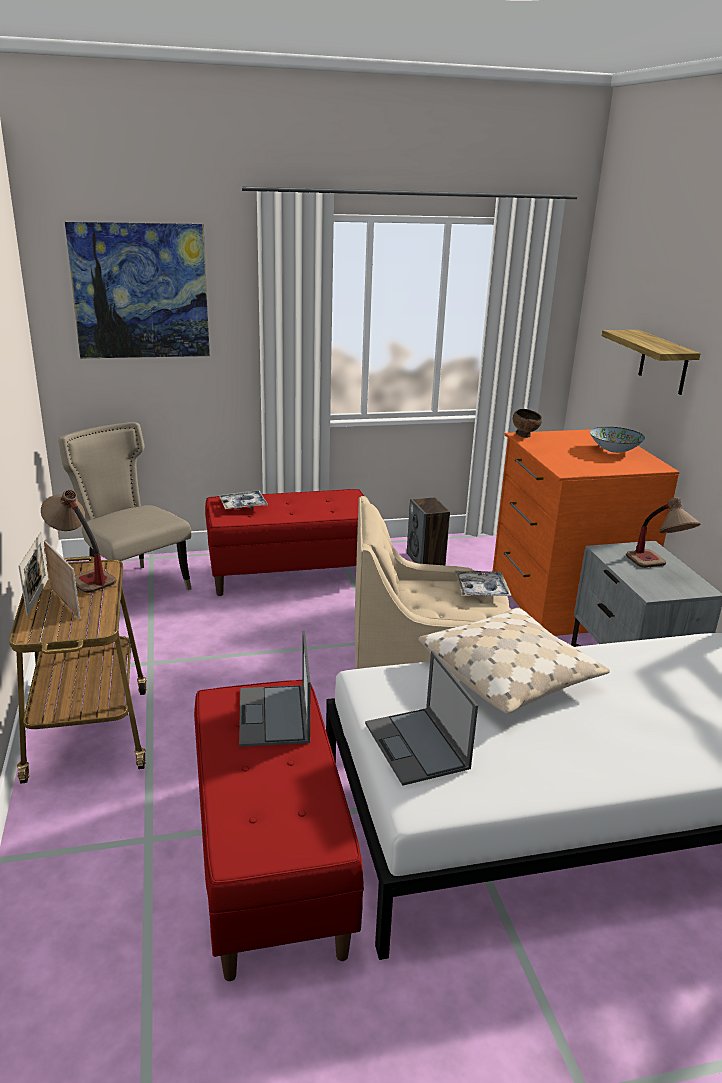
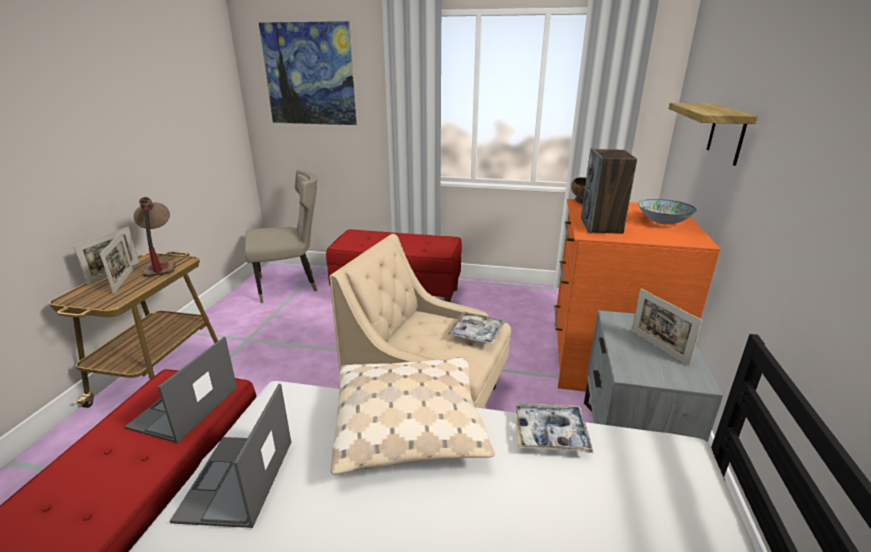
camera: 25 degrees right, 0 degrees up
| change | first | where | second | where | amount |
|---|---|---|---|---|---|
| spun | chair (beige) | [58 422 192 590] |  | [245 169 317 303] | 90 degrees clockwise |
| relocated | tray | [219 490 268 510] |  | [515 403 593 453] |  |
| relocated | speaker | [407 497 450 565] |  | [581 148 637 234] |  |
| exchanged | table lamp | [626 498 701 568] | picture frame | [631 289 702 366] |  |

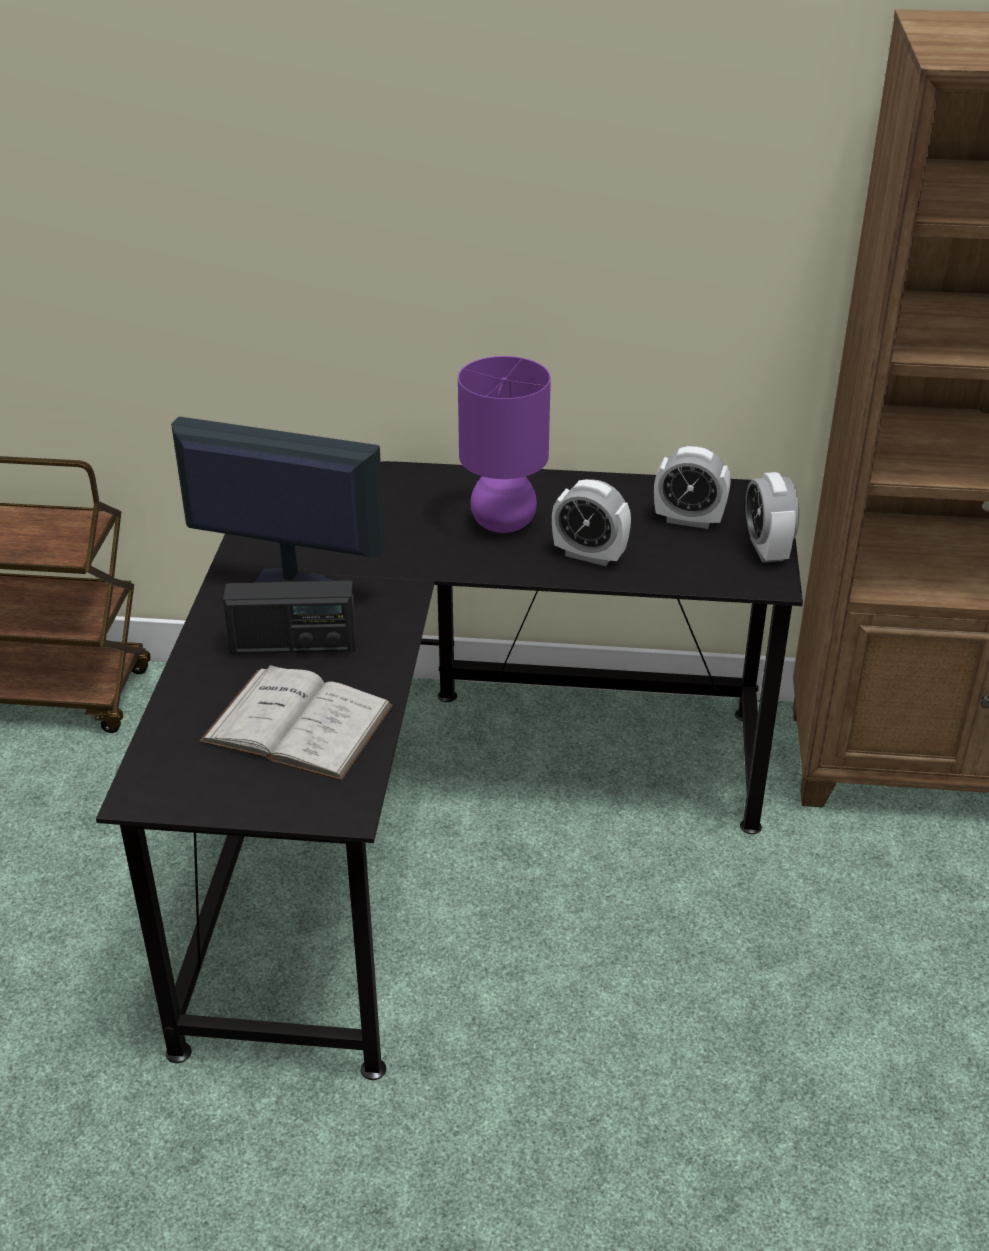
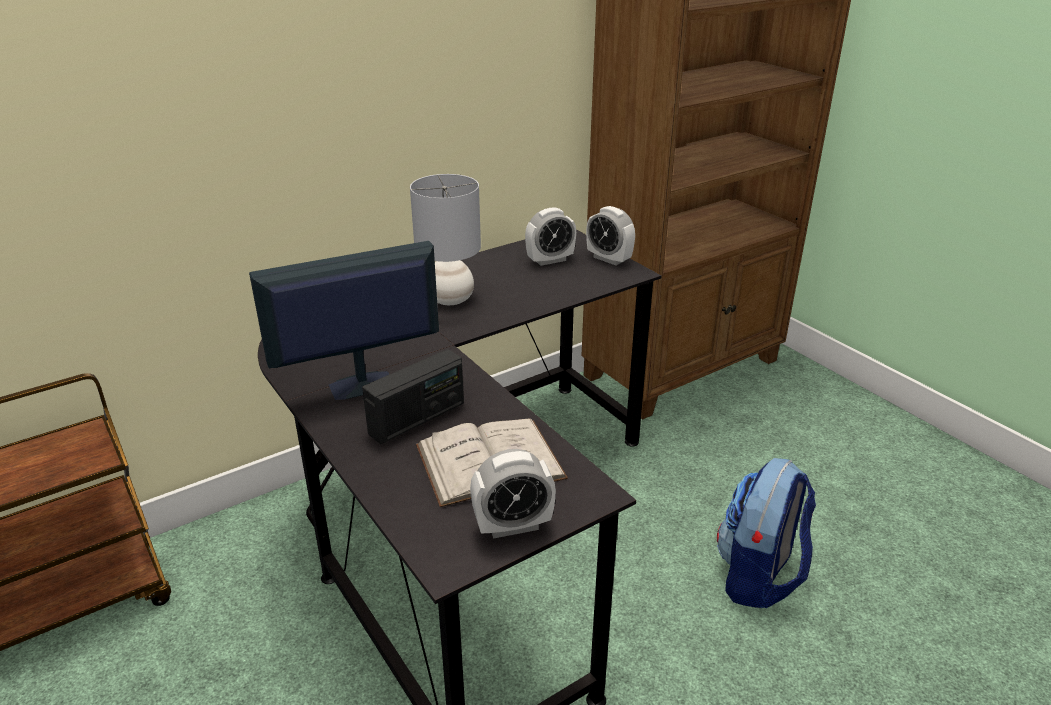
camera: 40 degrees left, 5 degrees down
| change | first | where | second | where | amount |
|---|---|---|---|---|---|
| colour | table lamp (purple) | [458 356 551 533] | table lamp (grey) | [410 174 481 305] |  |
| relocated | alarm clock | [552 479 631 566] |  | [470 449 556 539] |  |
| appeared |  |  | backpack | [717 458 816 608] |  |

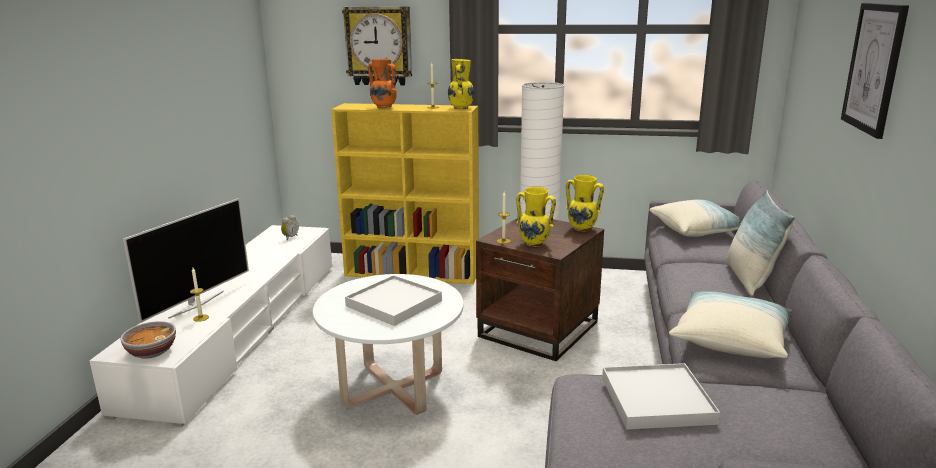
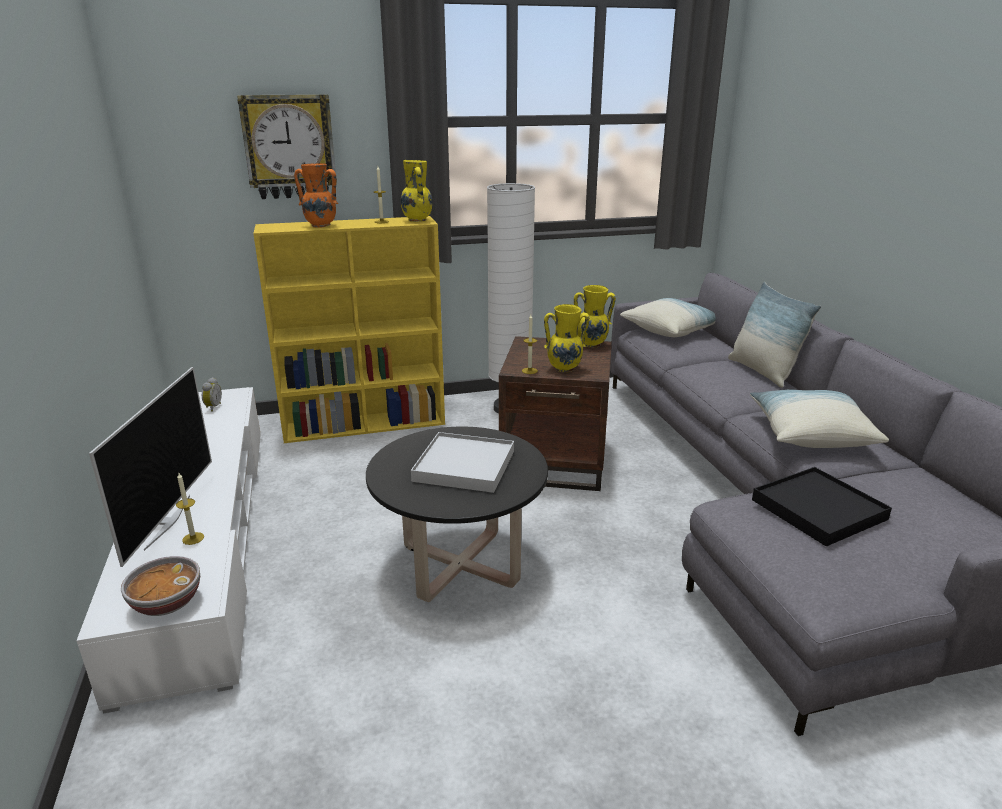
camera: 25 degrees left, 5 degrees up
| change | first | where | second | where | amount |
|---|---|---|---|---|---|
| colour | coffee table (white) | [313 274 463 415] | coffee table (black) | [366 427 548 602] |  |
| colour | tray (white) | [602 363 720 430] | tray (black) | [752 467 892 546] |  |
| missing | picture | [841 3 909 139] |  |  |  |

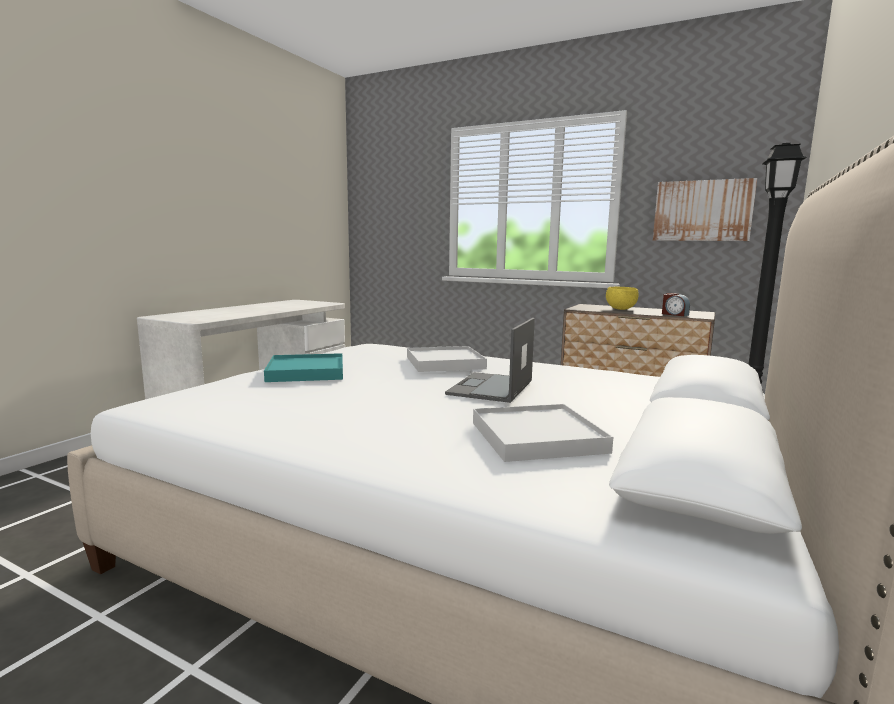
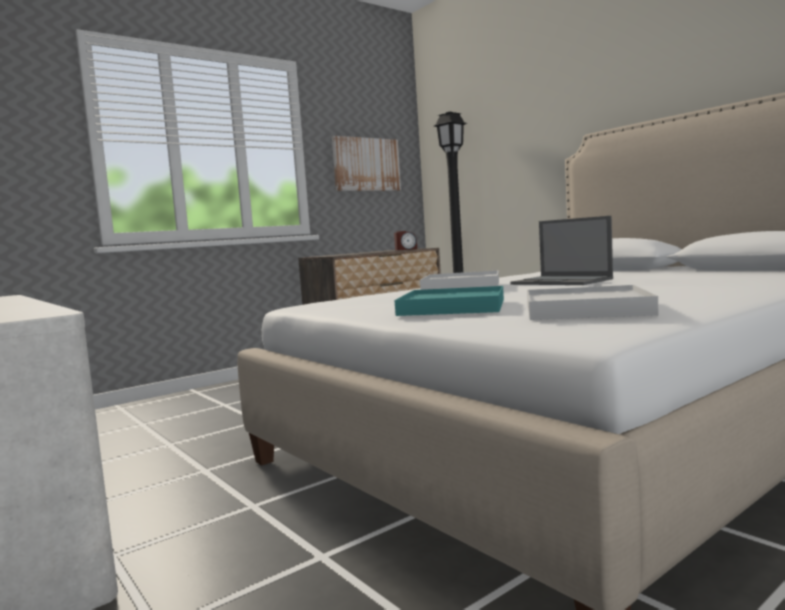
camera: 65 degrees left, 5 degrees down
| change | first | where | second | where | amount |
|---|---|---|---|---|---|
| relocated | tray (white) | [473 404 613 462] |  | [527 285 658 320] |  |
| missing | bowl (yellow) | [606 287 639 310] |  |  |  |

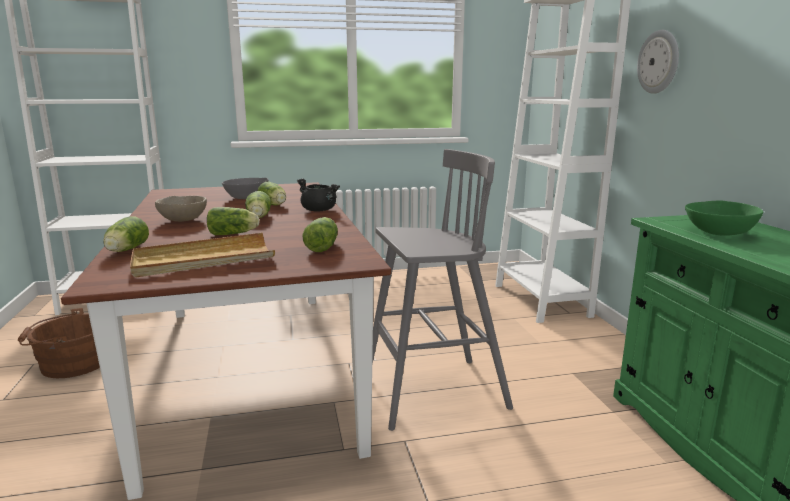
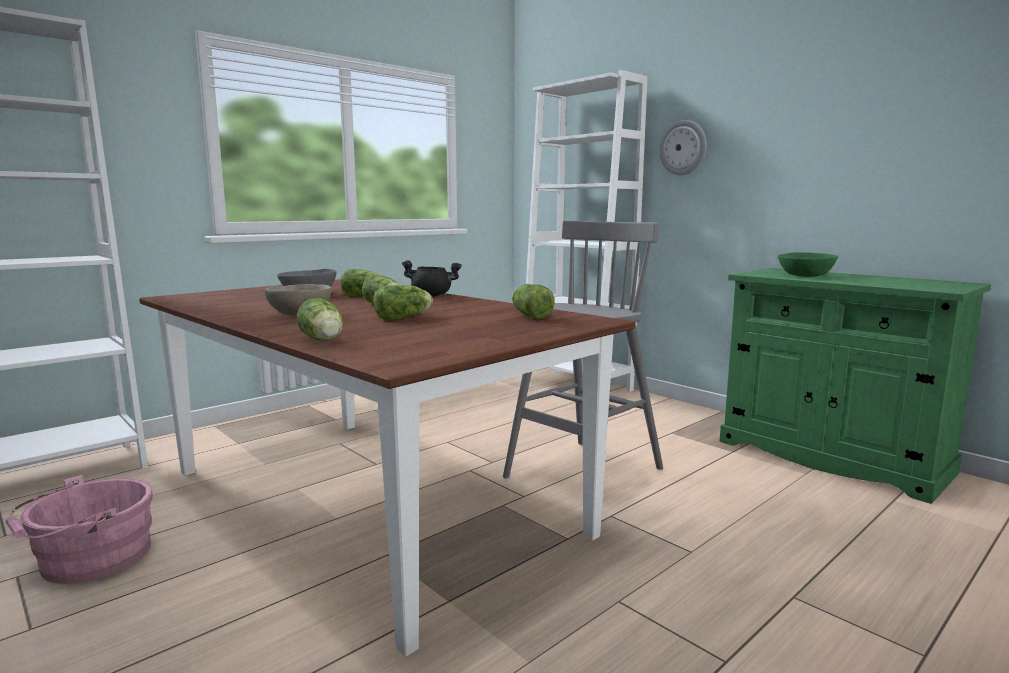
camera: 30 degrees left, 5 degrees down
| change | first | where | second | where | amount |
|---|---|---|---|---|---|
| colour | bucket (brown) | [18 308 100 378] | bucket (pink) | [5 475 153 584] |  |
| missing | tray (beige) | [130 233 275 277] |  |  |  |

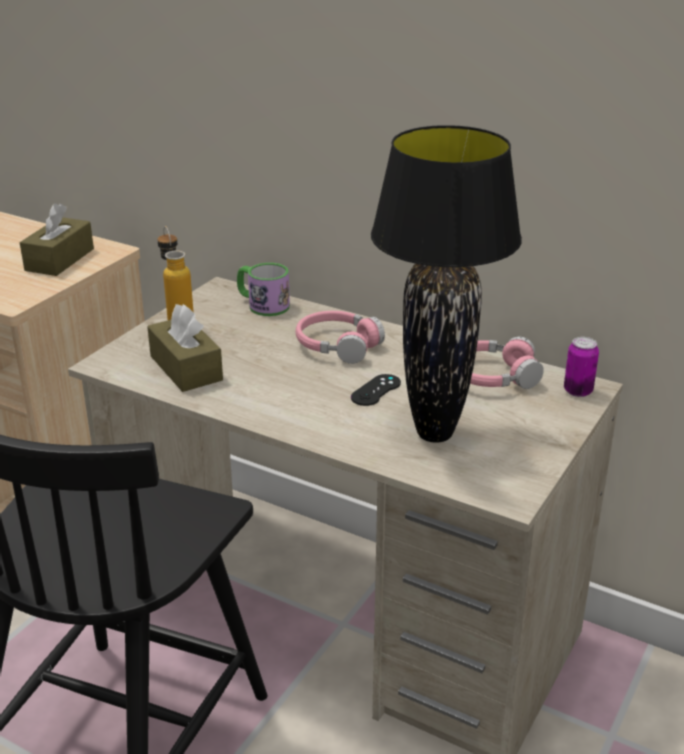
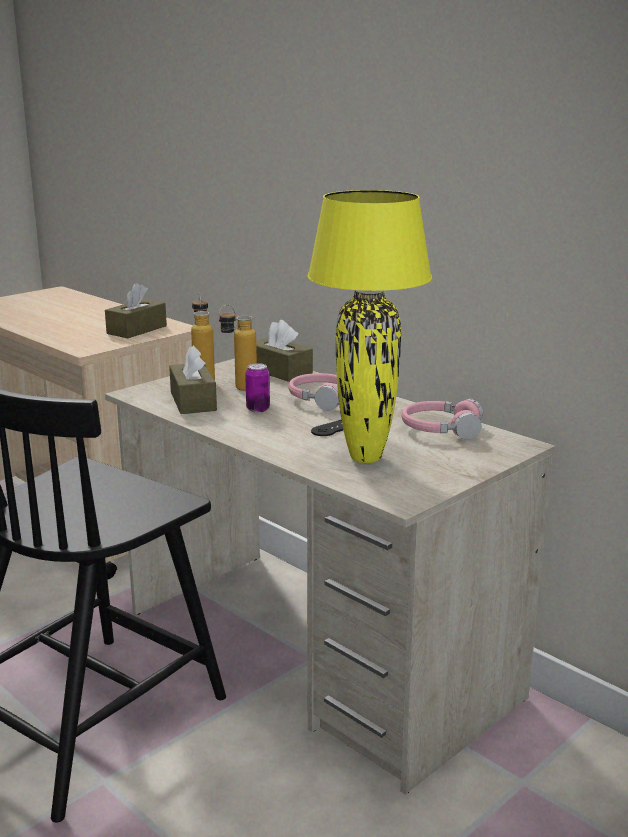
camera: 15 degrees right, 10 degrees down
| change | first | where | second | where | amount |
|---|---|---|---|---|---|
| appeared |  |  | bottle | [219 304 257 391] |  |
| relocated | can | [564 337 599 397] |  | [245 363 270 412] |  |
| exchanged | mug | [237 263 290 316] | tissue box (brown) | [256 320 313 382] |  |
| colour | table lamp (black) | [371 125 522 443] | table lamp (yellow) | [307 190 432 463] |  |

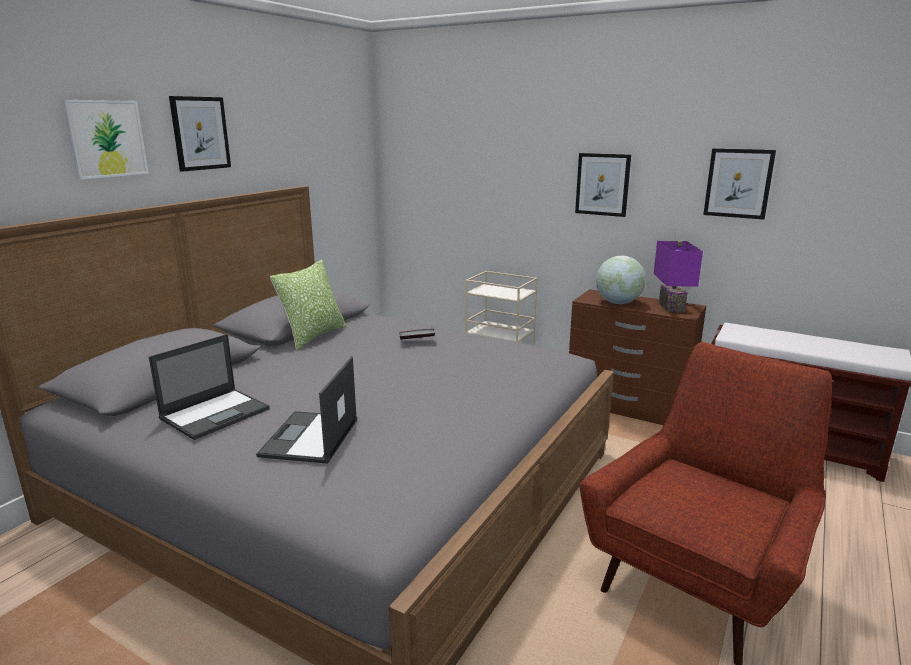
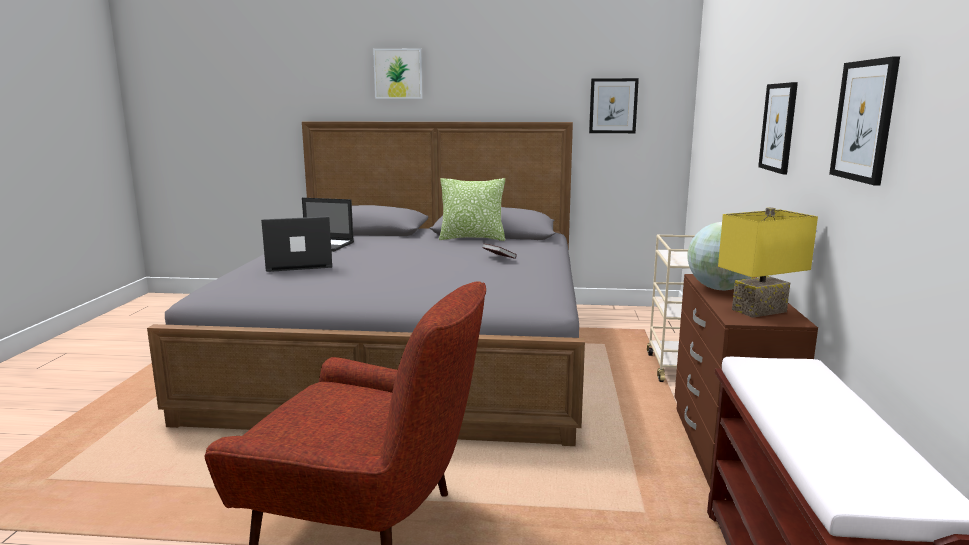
camera: 65 degrees right, 5 degrees down
| change | first | where | second | where | amount |
|---|---|---|---|---|---|
| relocated | picture | [169 96 231 172] |  | [589 78 639 133] |  |
| colour | table lamp (purple) | [654 241 703 312] | table lamp (yellow) | [718 207 818 318] |  |

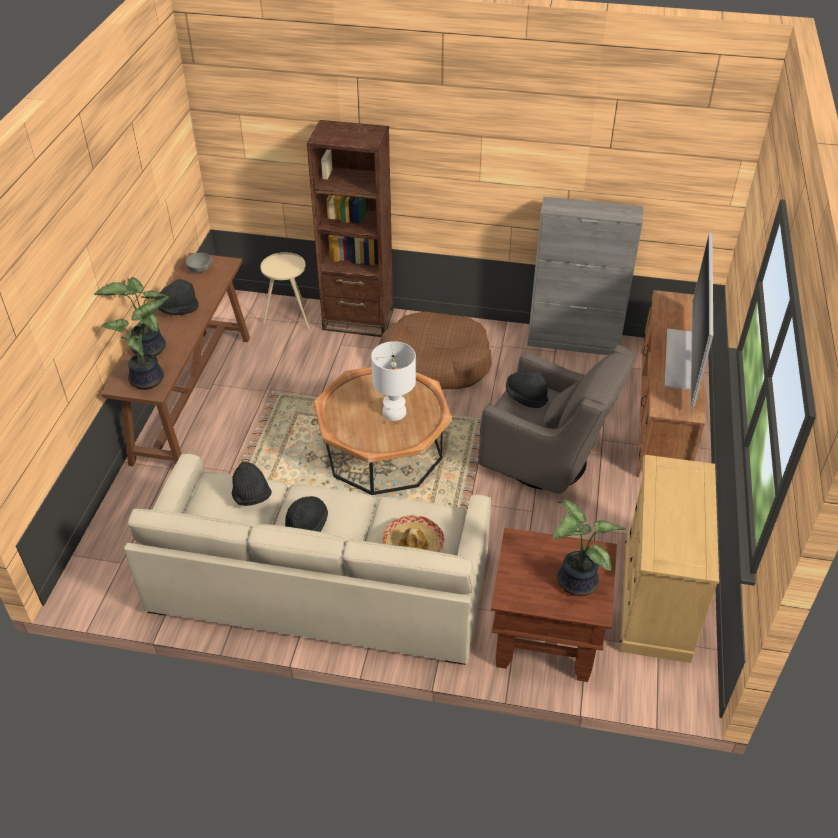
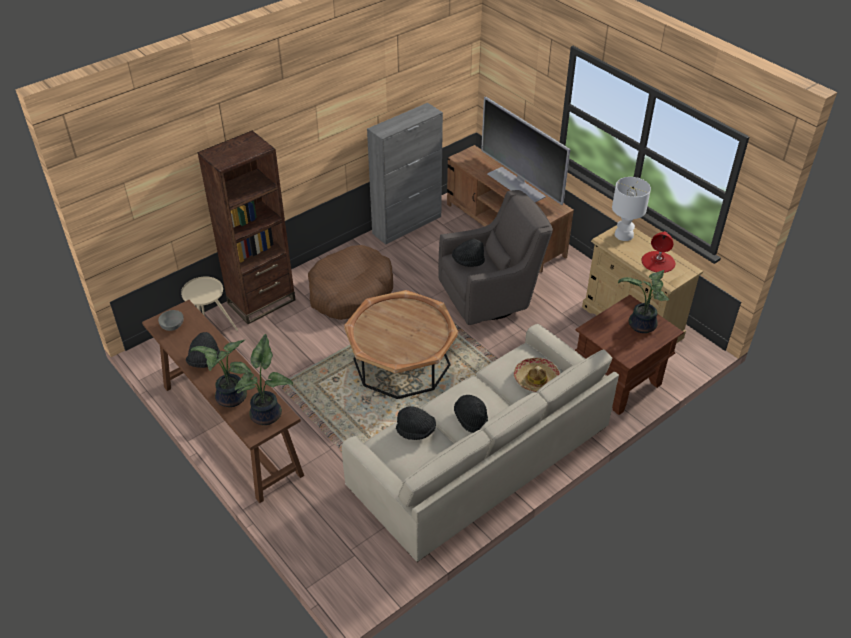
camera: 50 degrees left, 0 degrees up
| change | first | where | second | where | amount |
|---|---|---|---|---|---|
| relocated | table lamp (white) | [371 341 416 421] |  | [612 177 651 241] |  |
| appeared |  |  | table lamp (red) | [641 231 675 273] |  |

